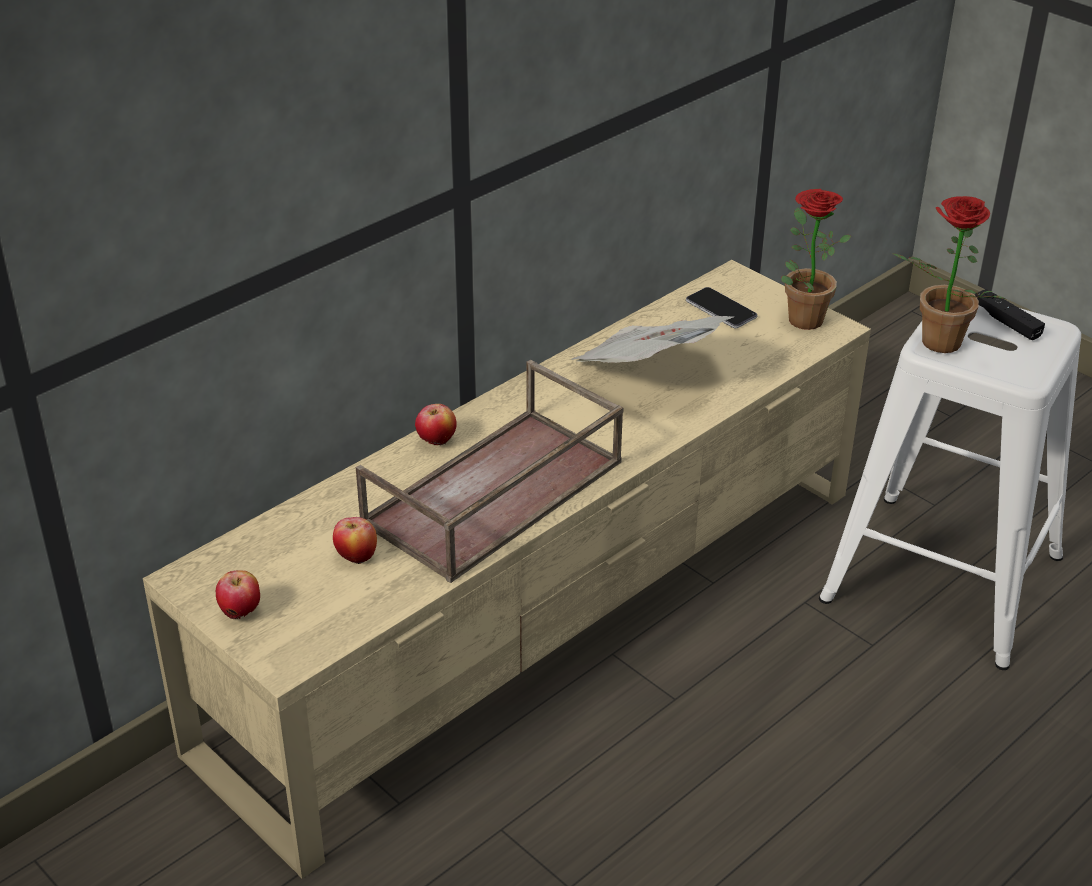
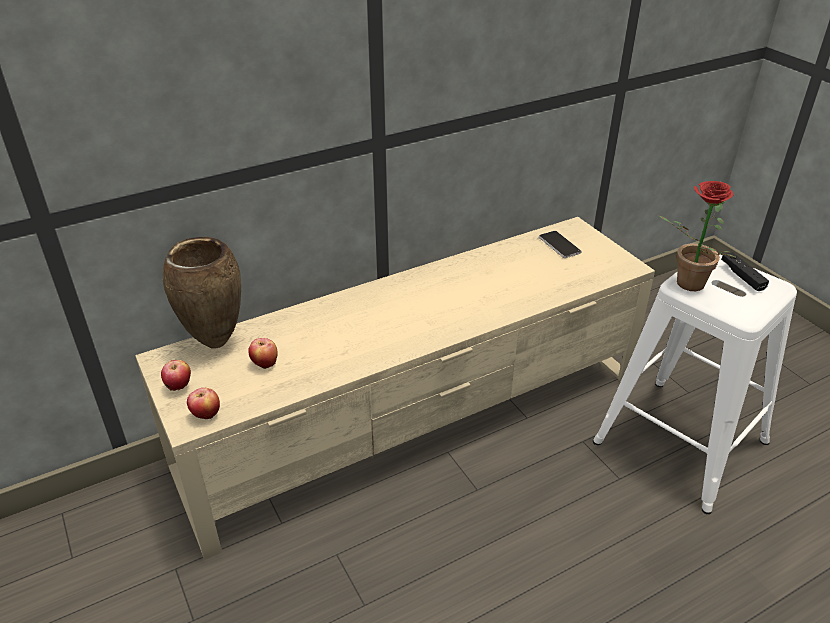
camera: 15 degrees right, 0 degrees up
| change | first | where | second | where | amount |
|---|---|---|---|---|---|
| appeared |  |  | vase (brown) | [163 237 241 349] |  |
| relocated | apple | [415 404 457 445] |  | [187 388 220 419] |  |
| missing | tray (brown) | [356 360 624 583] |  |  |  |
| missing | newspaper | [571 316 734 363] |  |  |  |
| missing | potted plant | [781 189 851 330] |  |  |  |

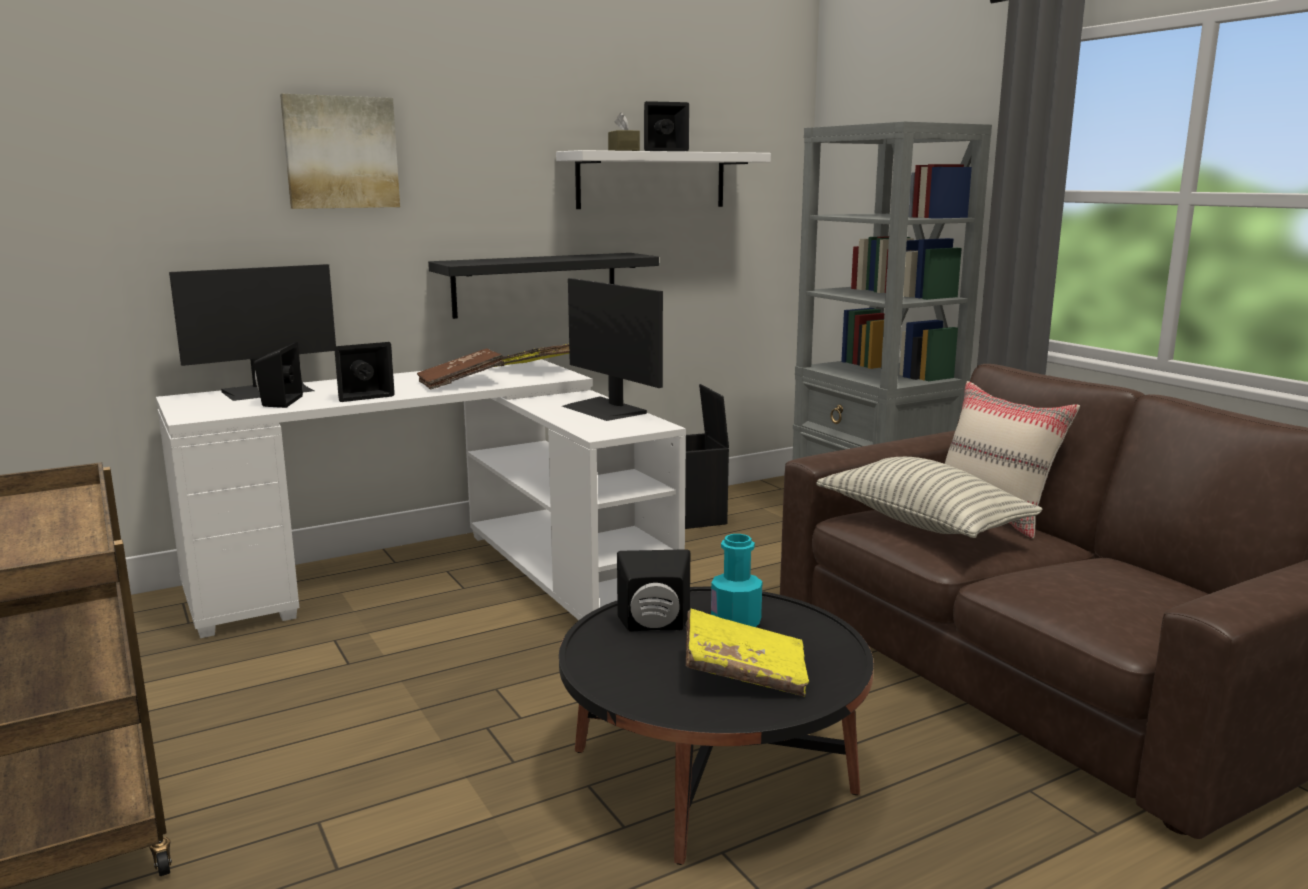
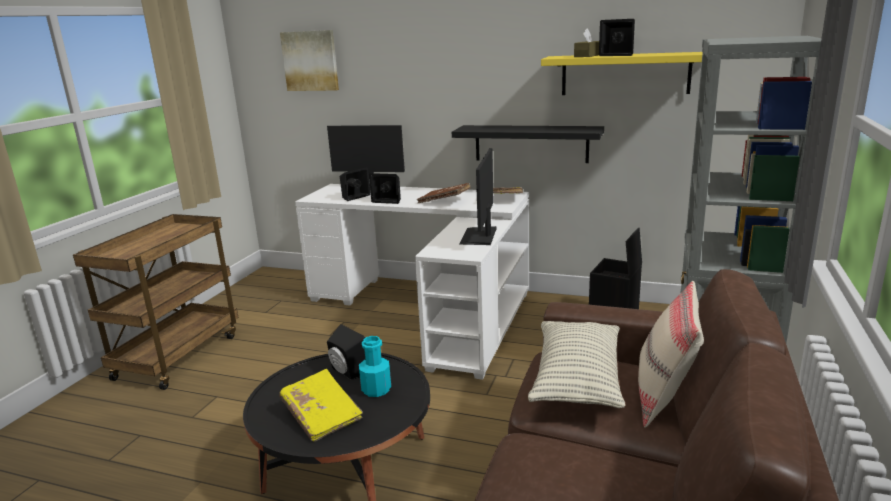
camera: 50 degrees right, 5 degrees up
| change | first | where | second | where | amount |
|---|---|---|---|---|---|
| relocated | picture | [280 94 400 209] |  | [280 30 339 91] |  |
| colour | shelf (white) | [556 150 771 209] | shelf (yellow) | [541 52 703 95] |  |

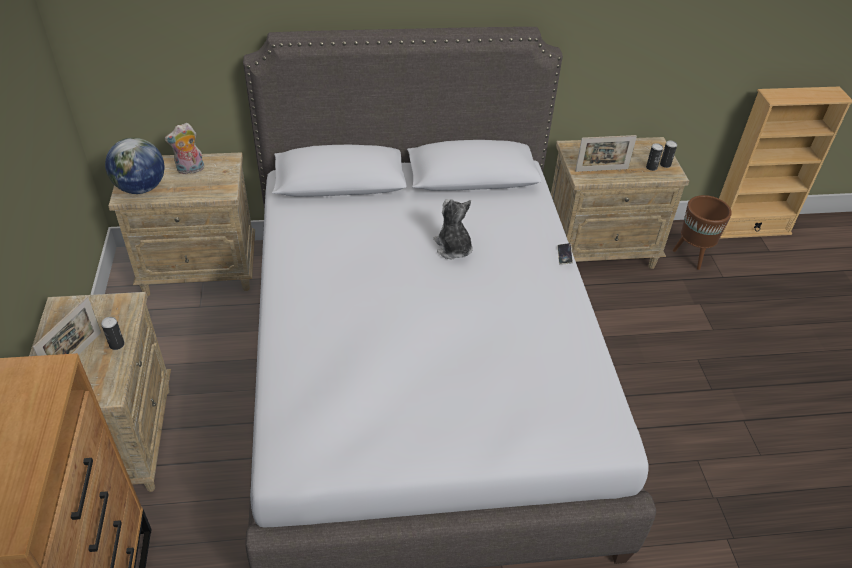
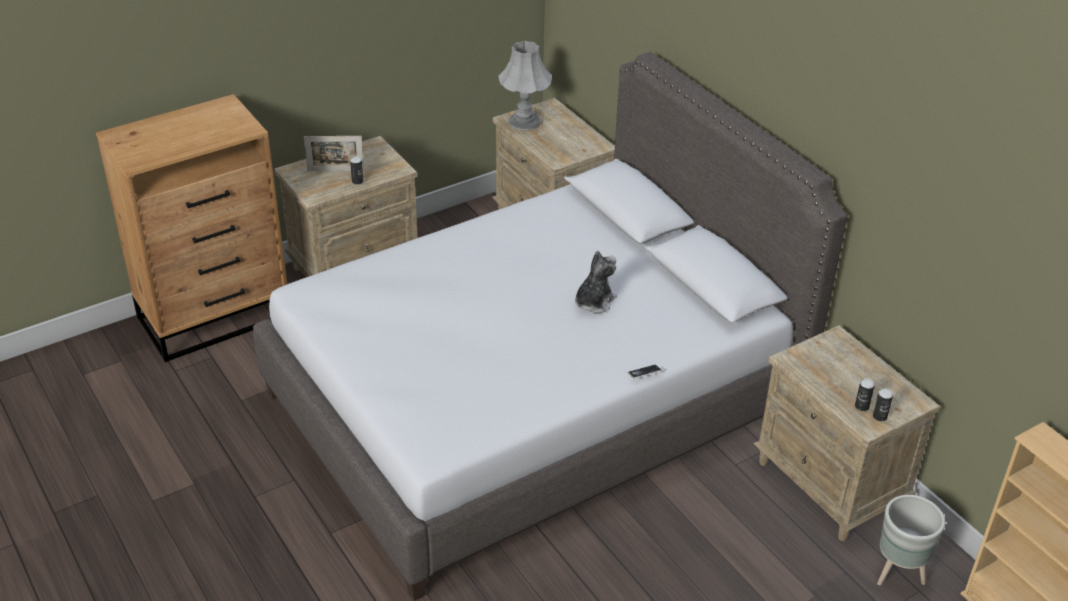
camera: 65 degrees right, 5 degrees down
| change | first | where | second | where | amount |
|---|---|---|---|---|---|
| exchanged | globe | [105 137 165 194] | table lamp (grey) | [499 41 552 131] |  |
| colour | planter (brown) | [673 195 732 270] | planter (grey) | [877 495 945 585] |  |
| missing | plush toy | [164 123 204 175] |  |  |  |
| missing | picture frame | [575 135 637 172] |  |  |  |

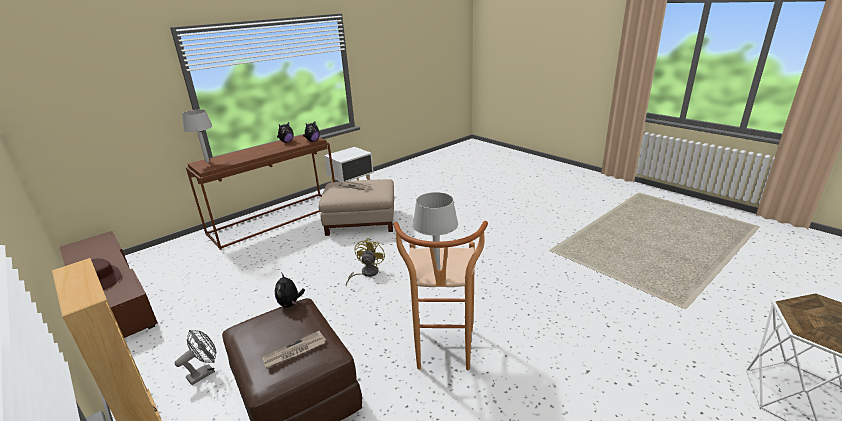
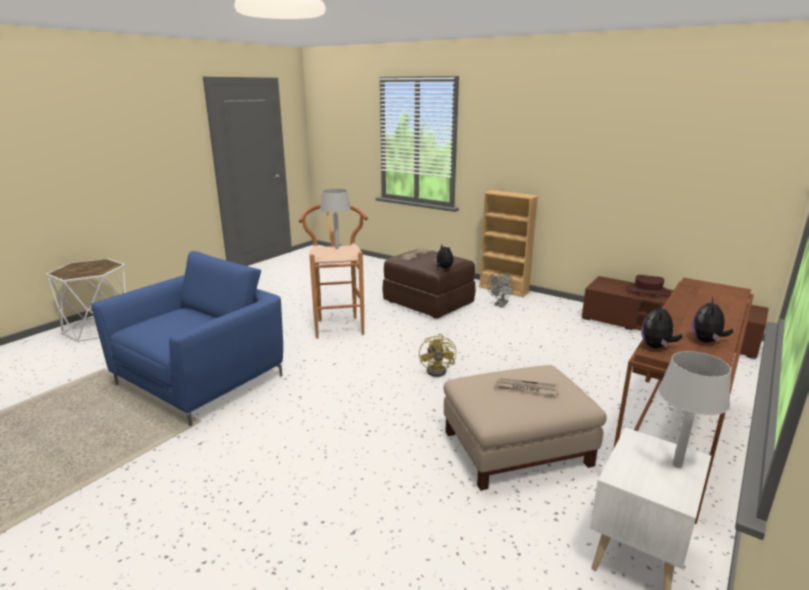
camera: 165 degrees right, 5 degrees down
| change | first | where | second | where | amount |
|---|---|---|---|---|---|
| appeared |  |  | armchair (blue) | [91 251 283 426] |  |
| relocated | table lamp (grey) | [182 110 213 162] |  | [658 351 731 468] |  |

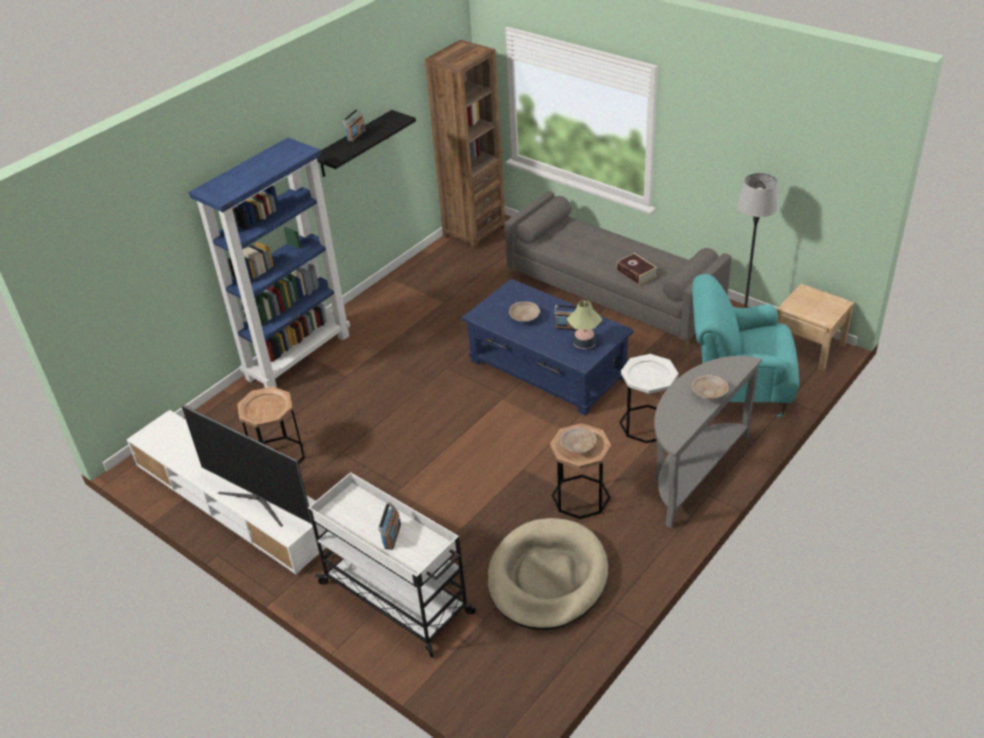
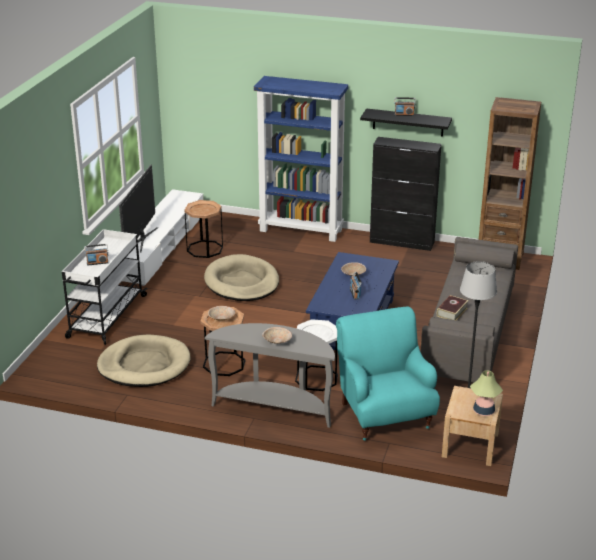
camera: 65 degrees right, 10 degrees down
| change | first | where | second | where | amount |
|---|---|---|---|---|---|
| appeared |  |  | dog bed (beige) | [204 254 279 301] |  |
| appeared |  |  | cabinet (black) | [370 137 441 251] |  |
| relocated | table lamp | [567 300 603 349] |  | [470 370 503 416] |  |

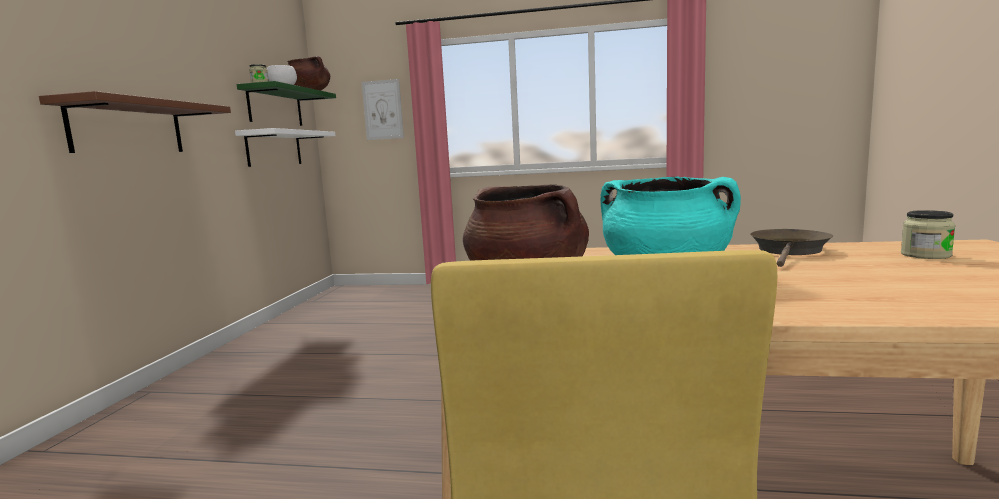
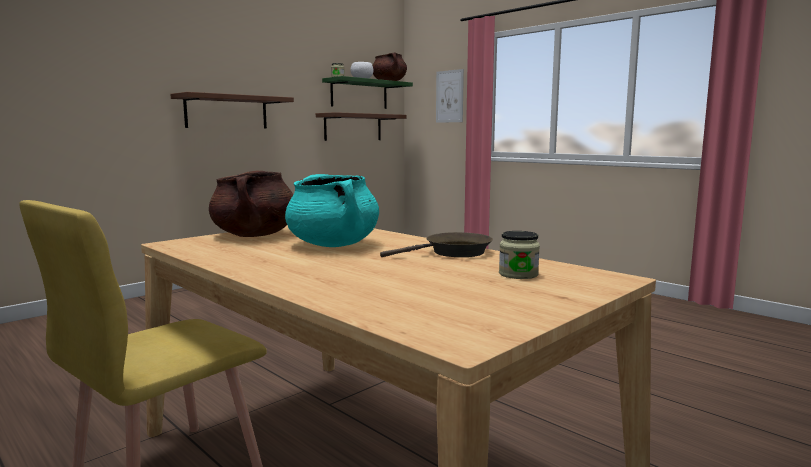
camera: 35 degrees right, 0 degrees up
| change | first | where | second | where | amount |
|---|---|---|---|---|---|
| colour | shelf (white) | [235 128 335 167] | shelf (brown) | [316 112 407 141] |  |

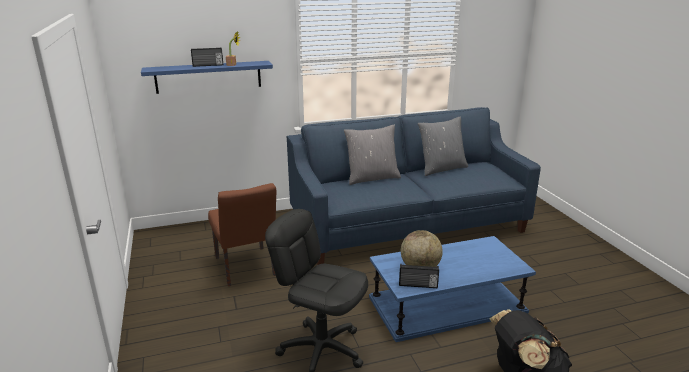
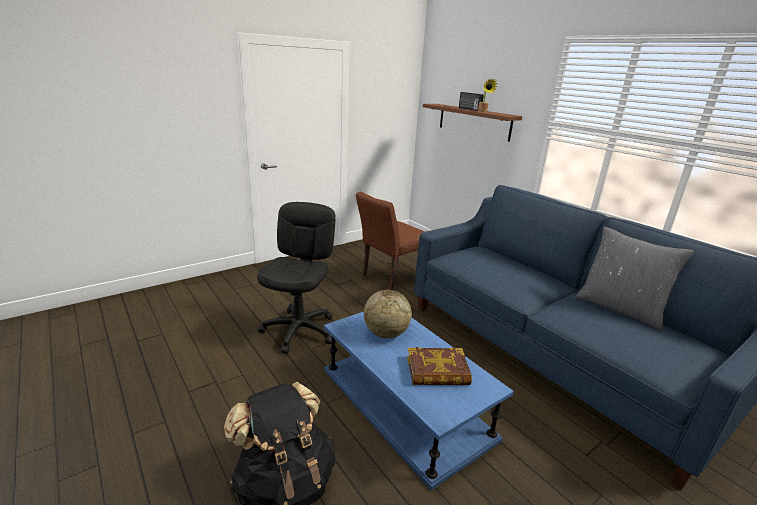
camera: 70 degrees right, 0 degrees up
| change | first | where | second | where | amount |
|---|---|---|---|---|---|
| appeared |  |  | book | [407 347 472 385] |  |
| colour | shelf (blue) | [141 61 273 94] | shelf (brown) | [423 104 522 142] |  |
| missing | pillow (grey) | [344 125 401 185] |  |  |  |
| missing | radio | [399 264 439 288] |  |  |  |

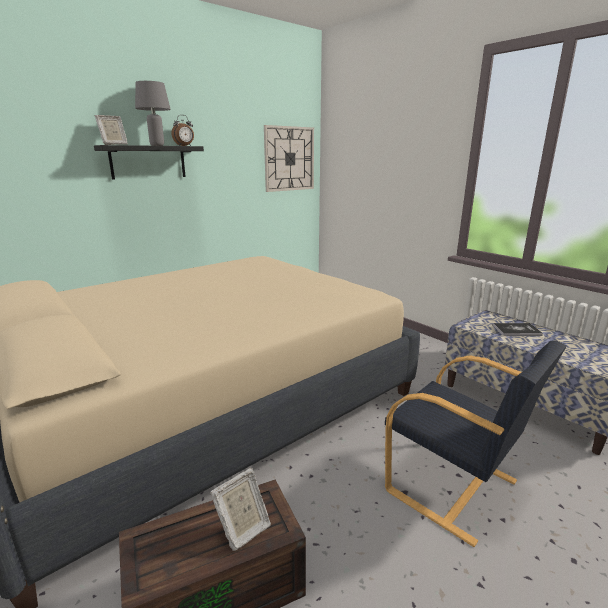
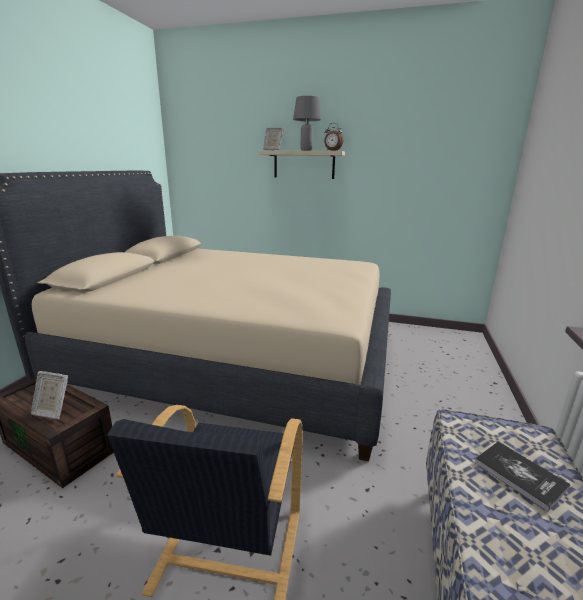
camera: 55 degrees right, 0 degrees up
| change | first | where | second | where | amount |
|---|---|---|---|---|---|
| colour | shelf (black) | [94 145 204 180] | shelf (beige) | [259 150 345 179] |  |
| missing | wall clock | [264 125 314 192] |  |  |  |

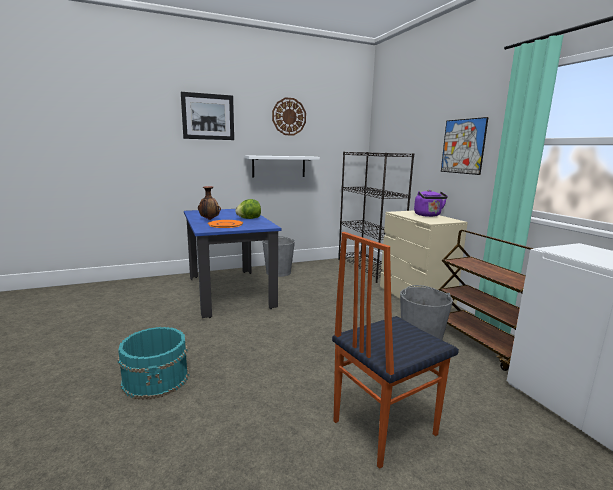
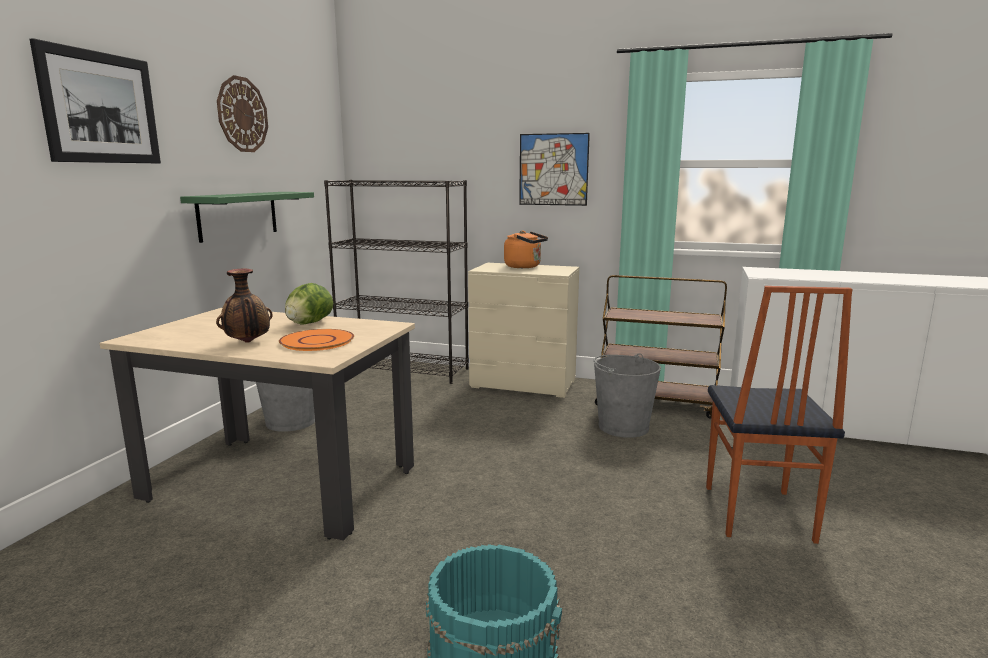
camera: 50 degrees left, 0 degrees up
| change | first | where | second | where | amount |
|---|---|---|---|---|---|
| colour | dining table (blue) | [184 209 281 318] | dining table (beige) | [100 308 415 541] |  |
| colour | shelf (white) | [244 155 320 177] | shelf (green) | [180 192 314 243] |  |
| colour | kettle (purple) | [414 190 448 217] | kettle (orange) | [504 231 548 268] |  |

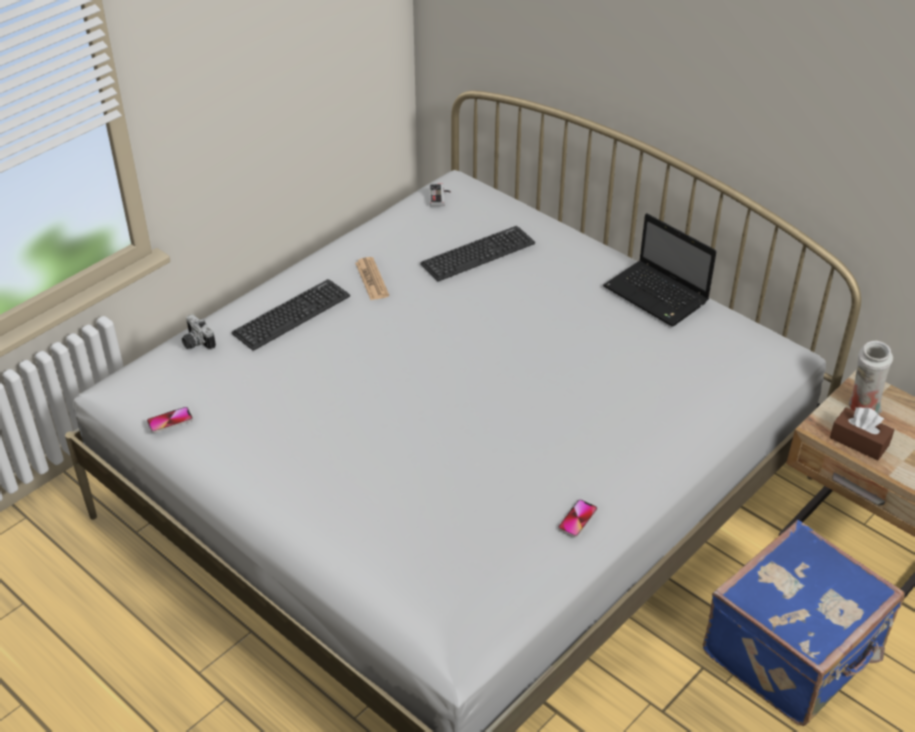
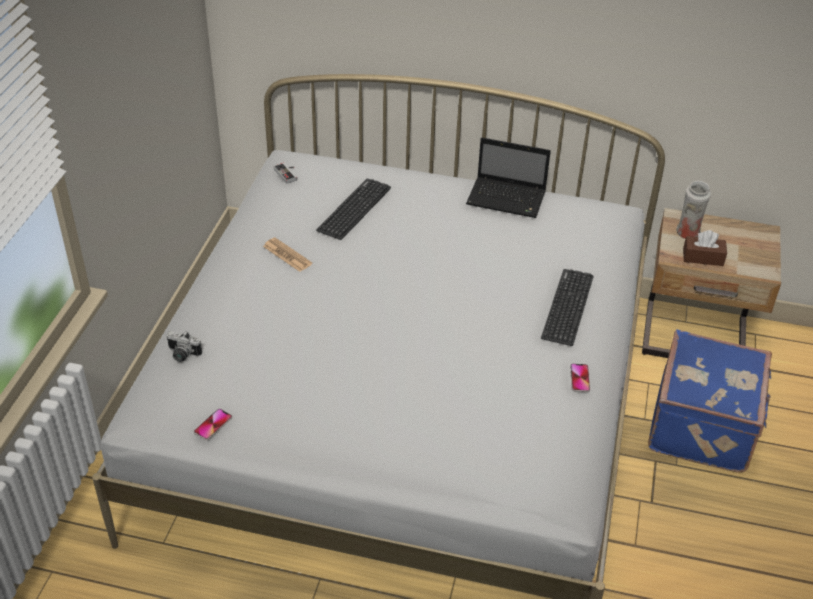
camera: 30 degrees left, 0 degrees up
| change | first | where | second | where | amount |
|---|---|---|---|---|---|
| relocated | keyboard | [232 279 350 351] |  | [541 269 594 346] |  |

